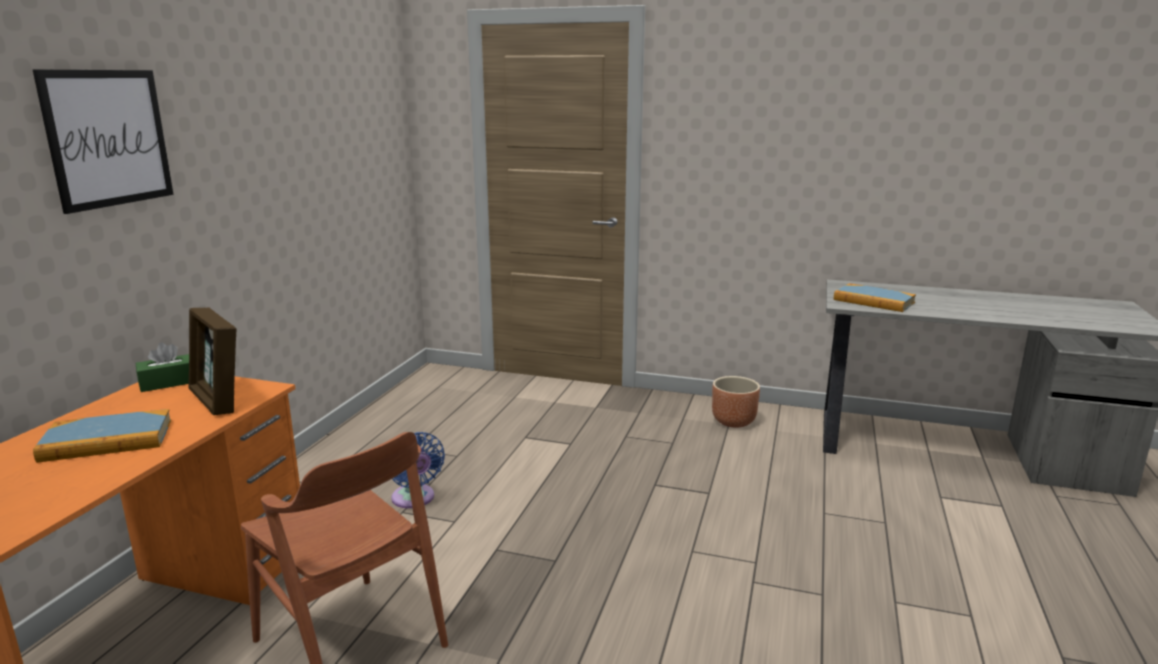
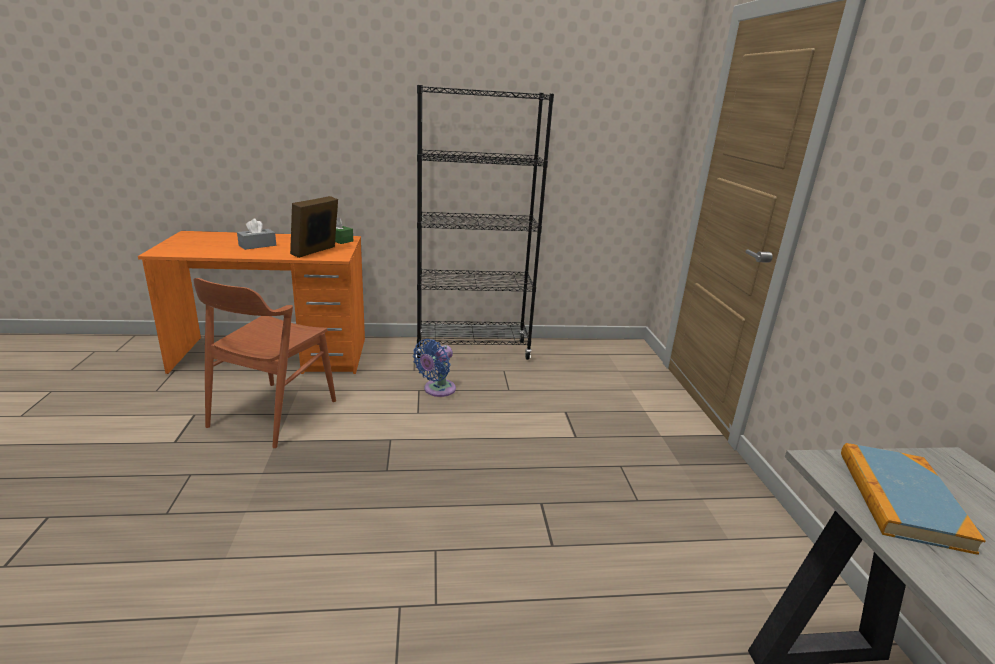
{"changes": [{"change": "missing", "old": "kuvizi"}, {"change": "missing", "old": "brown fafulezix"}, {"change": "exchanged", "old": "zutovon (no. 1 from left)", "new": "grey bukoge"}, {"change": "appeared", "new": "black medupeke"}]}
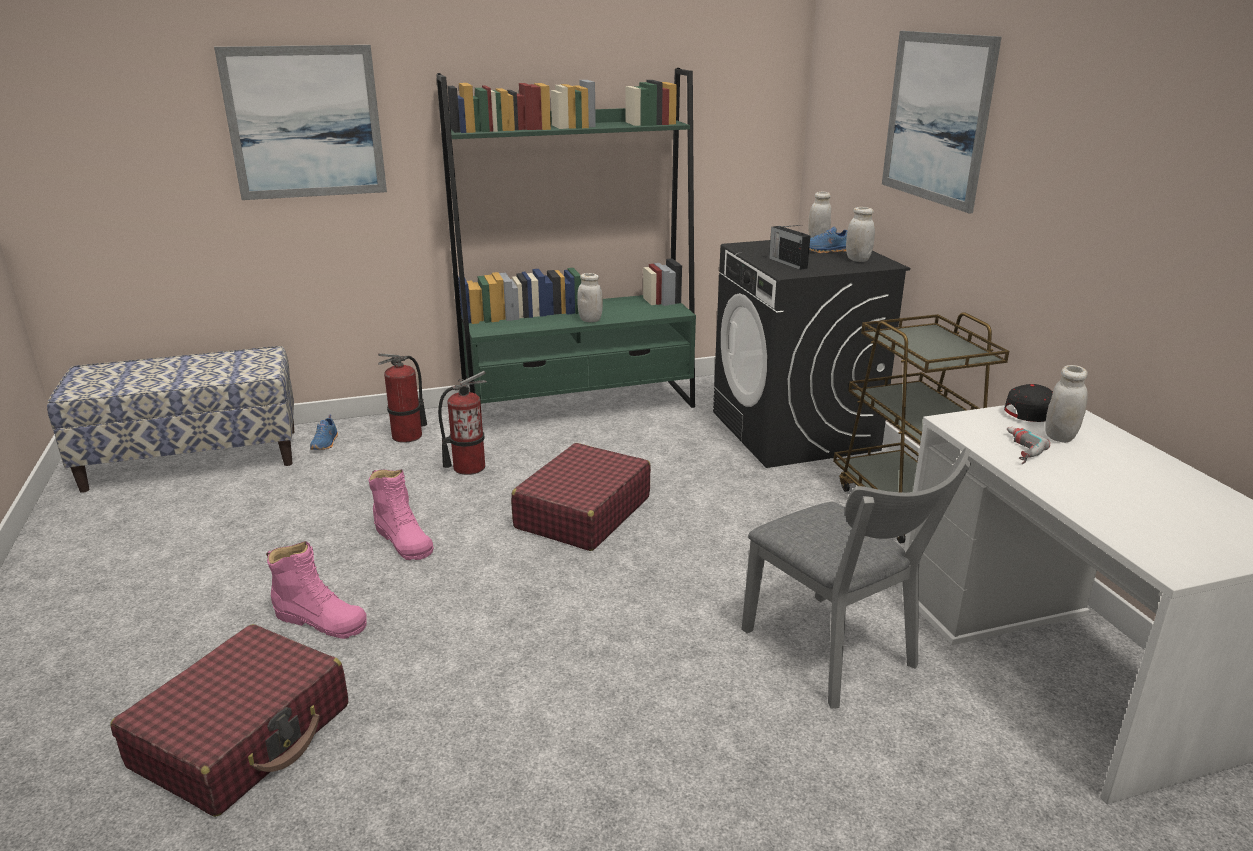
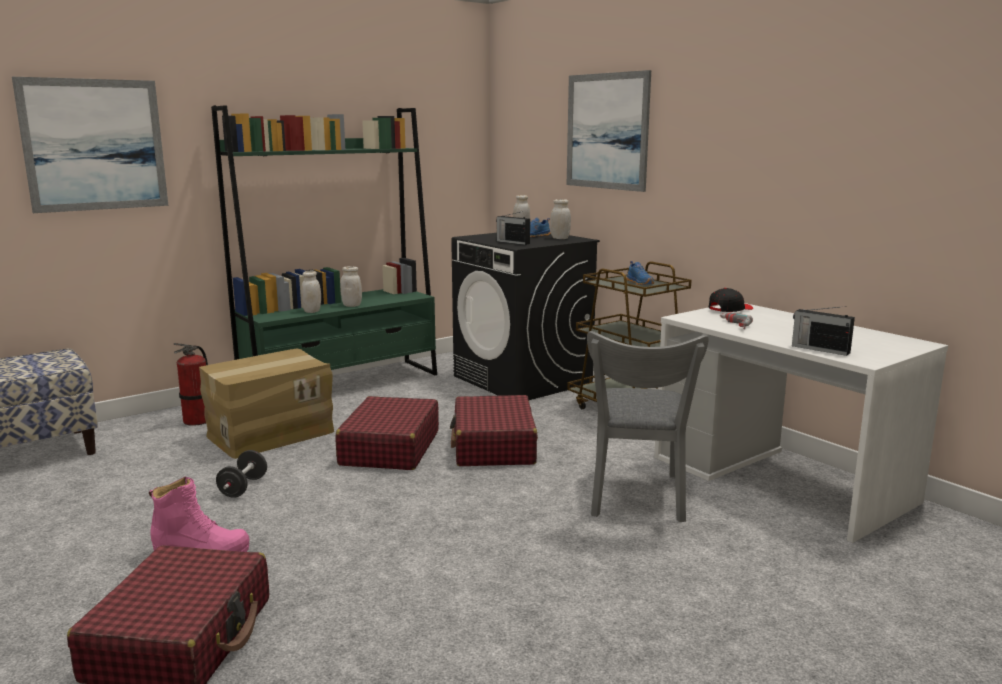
{"changes": [{"change": "relocated", "old": "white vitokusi (no. 4 from left in the first image)", "new": "white vitokusi (no. 1 from left)"}, {"change": "exchanged", "old": "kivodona (no. 2 from left)", "new": "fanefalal"}, {"change": "relocated", "old": "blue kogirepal (no. 1 from left in the first image)", "new": "blue kogirepal (no. 2 from left)"}, {"change": "spun", "old": "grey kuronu", "degrees": 60}, {"change": "exchanged", "old": "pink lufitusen (no. 2 from left)", "new": "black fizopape"}, {"change": "appeared", "new": "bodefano (no. 2 from left)"}, {"change": "appeared", "new": "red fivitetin (no. 3 from left)"}]}
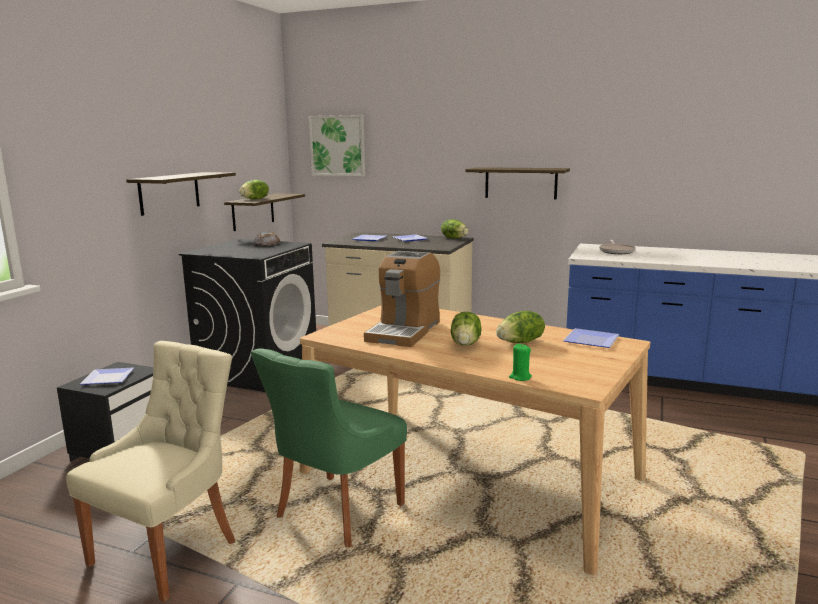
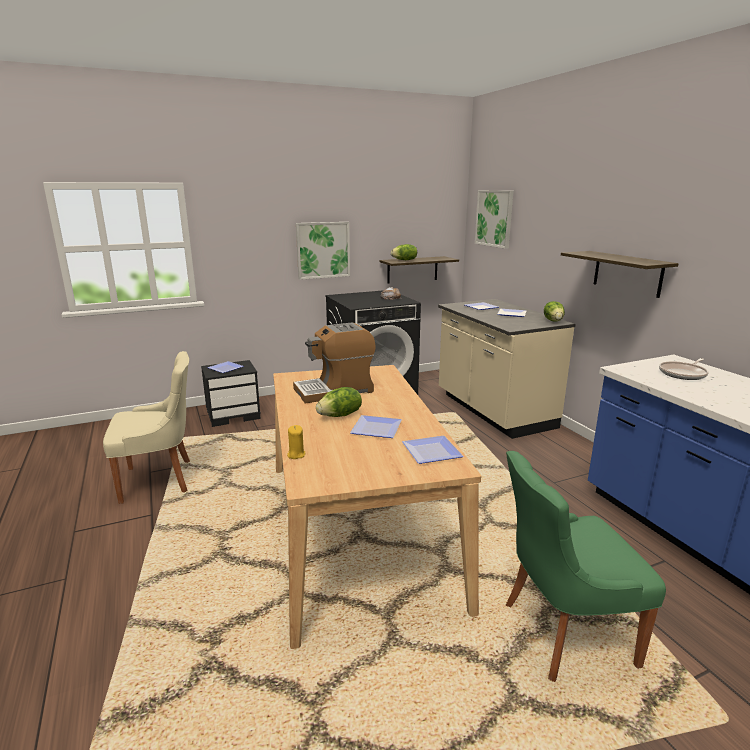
{"changes": [{"change": "exchanged", "old": "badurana (no. 1 from left)", "new": "kuvizi (no. 1 from left)"}, {"change": "exchanged", "old": "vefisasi (no. 4 from left)", "new": "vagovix (no. 2 from left)"}, {"change": "colour", "old": "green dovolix", "new": "yellow dovolix"}, {"change": "relocated", "old": "green kuronu"}]}
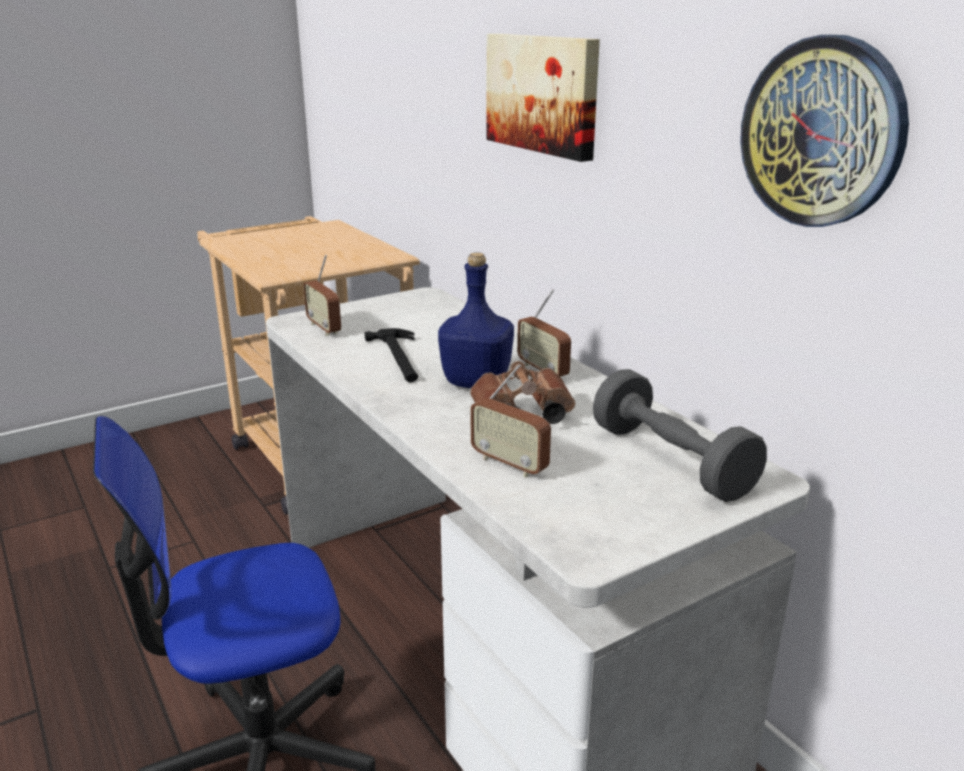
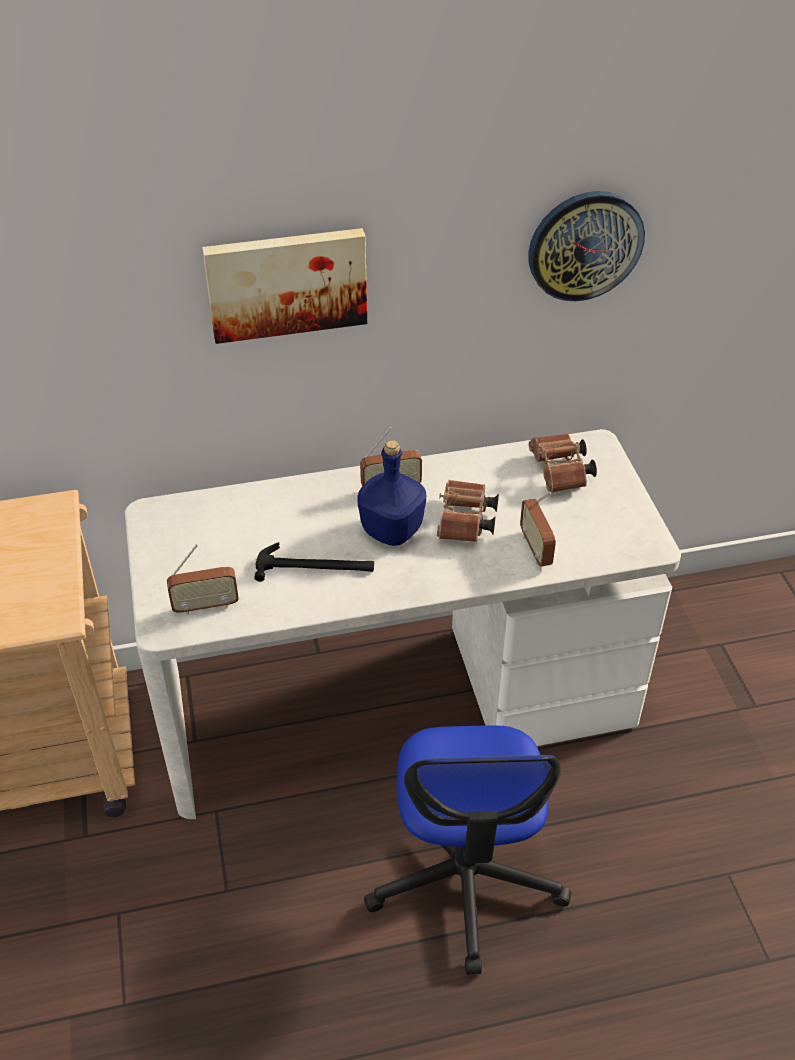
{"changes": [{"change": "spun", "old": "bodefano (no. 2 from left in the first image)", "degrees": 105}, {"change": "exchanged", "old": "grey fizopape", "new": "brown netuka (no. 2 from left)"}]}
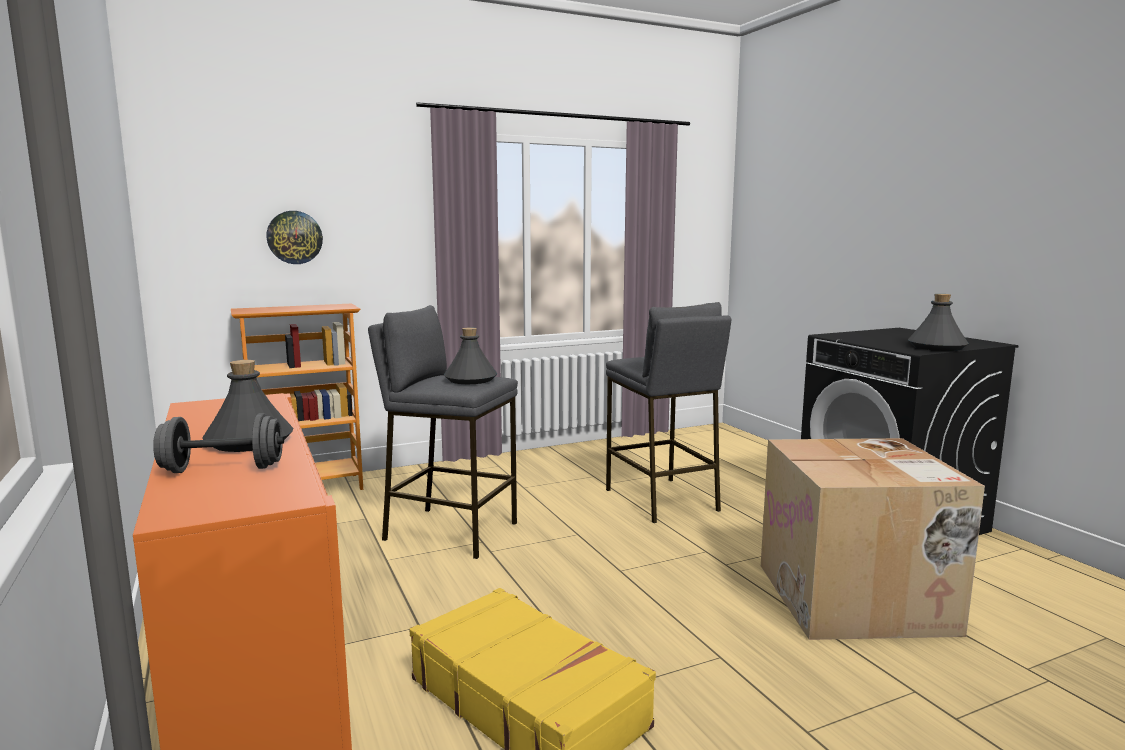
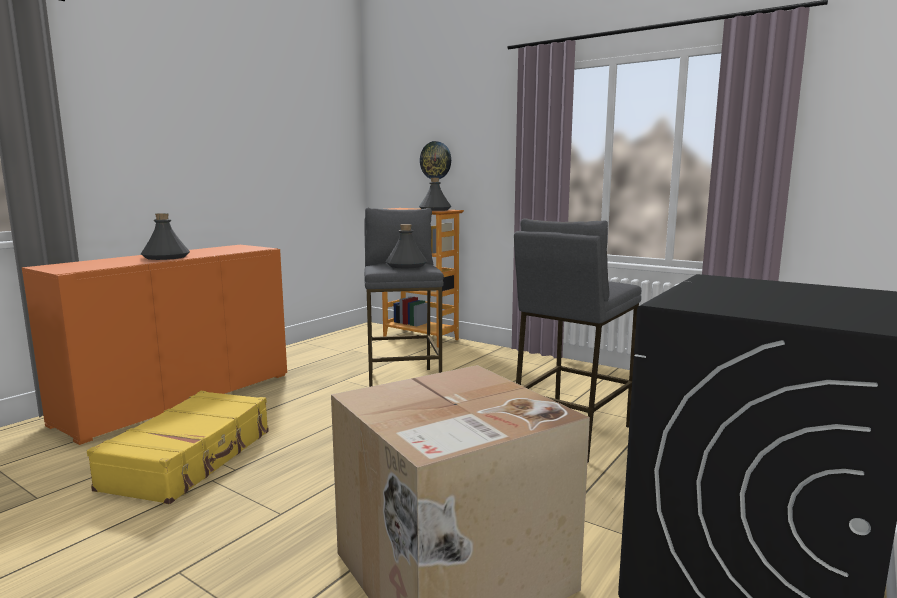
{"changes": [{"change": "relocated", "old": "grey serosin (no. 3 from left)"}, {"change": "missing", "old": "grey fizopape"}]}
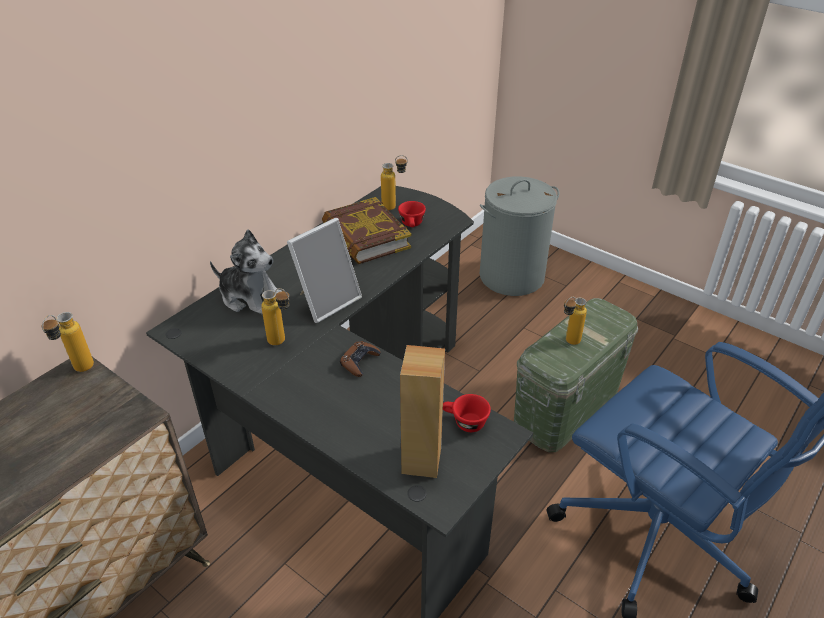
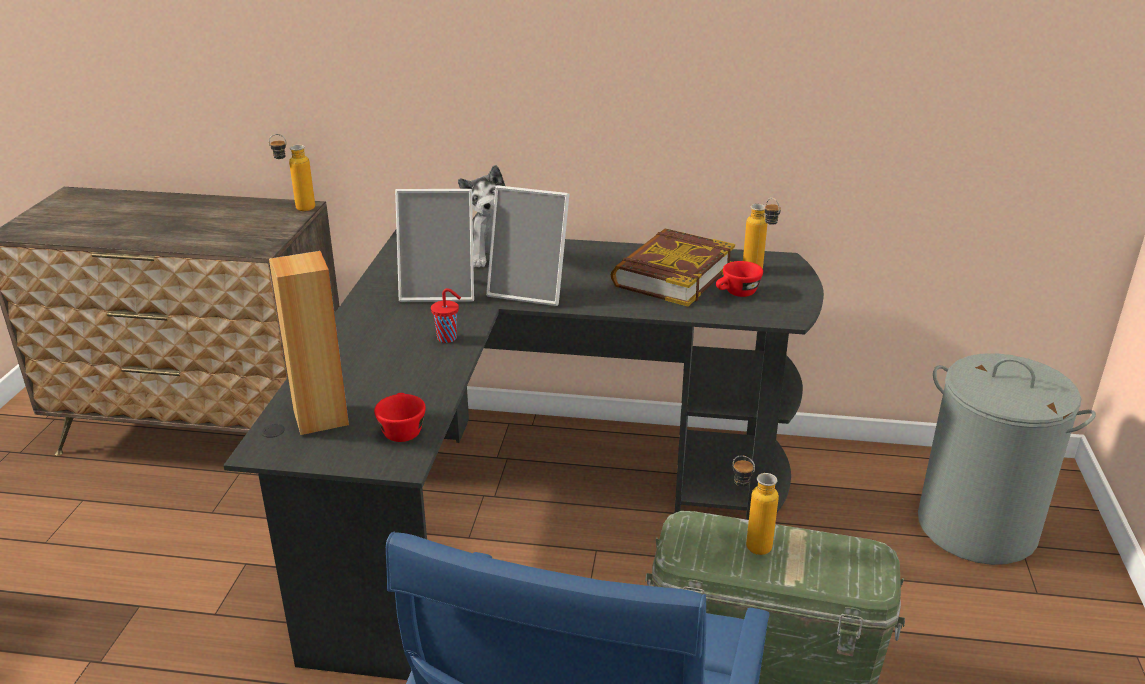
{"changes": [{"change": "exchanged", "old": "serosin (no. 2 from left)", "new": "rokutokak (no. 1 from left)"}, {"change": "exchanged", "old": "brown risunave", "new": "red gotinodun (no. 2 from left)"}]}
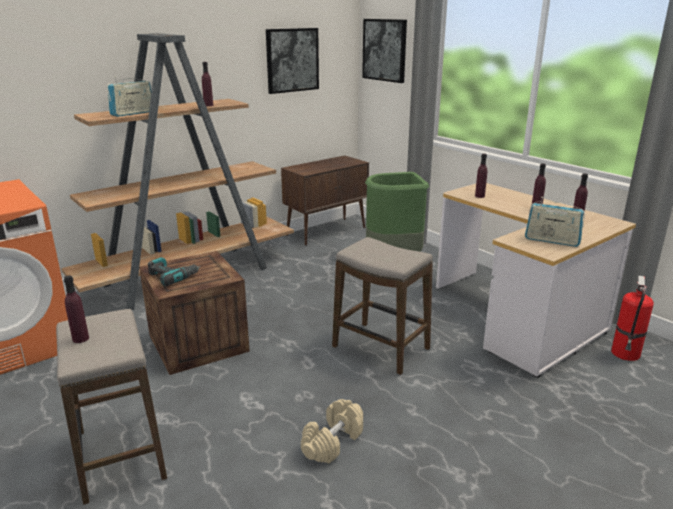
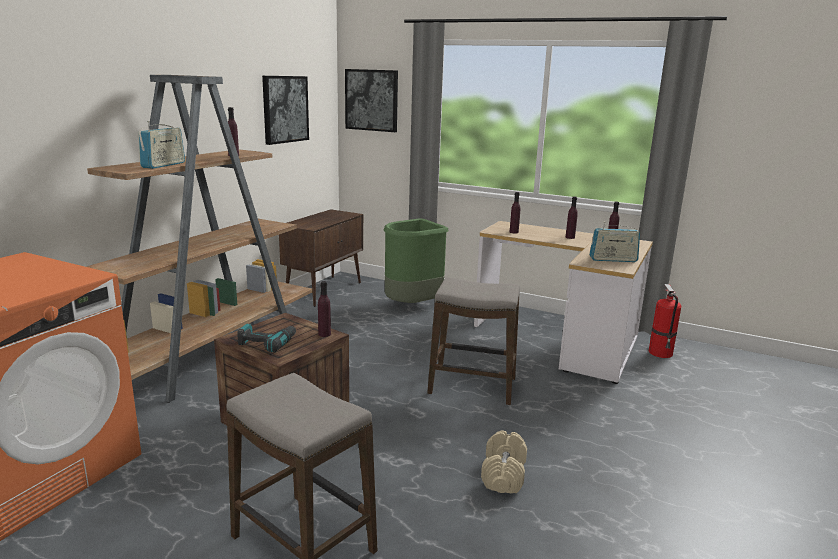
{"changes": [{"change": "relocated", "old": "purple serosin (no. 1 from left in the first image)", "new": "purple serosin (no. 2 from left)"}]}
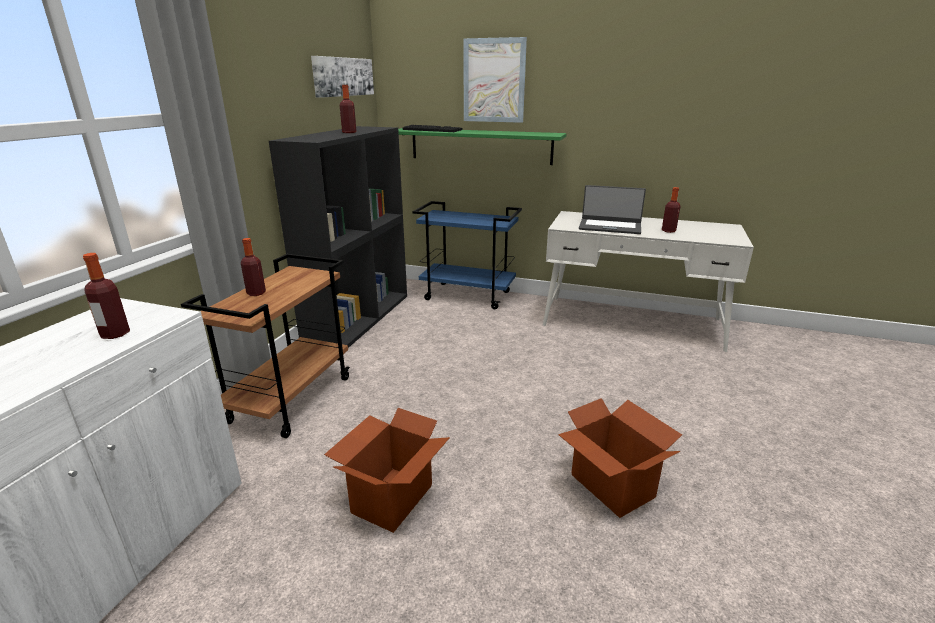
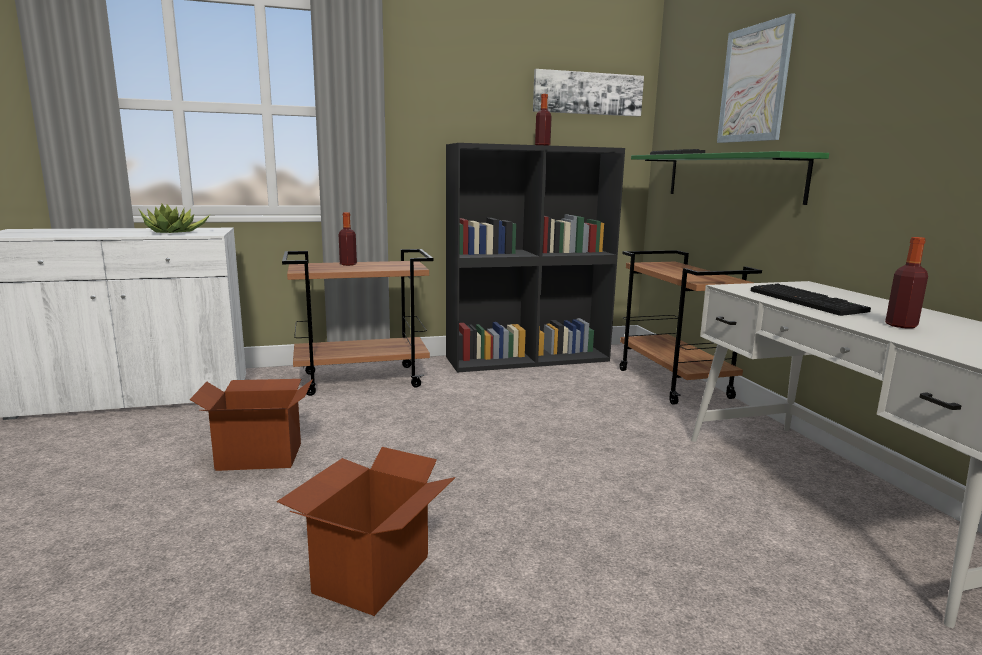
{"changes": [{"change": "exchanged", "old": "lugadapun", "new": "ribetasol (no. 2 from left)"}, {"change": "colour", "old": "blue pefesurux", "new": "brown pefesurux (no. 2 from left)"}, {"change": "exchanged", "old": "serosin (no. 1 from left)", "new": "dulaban"}]}
